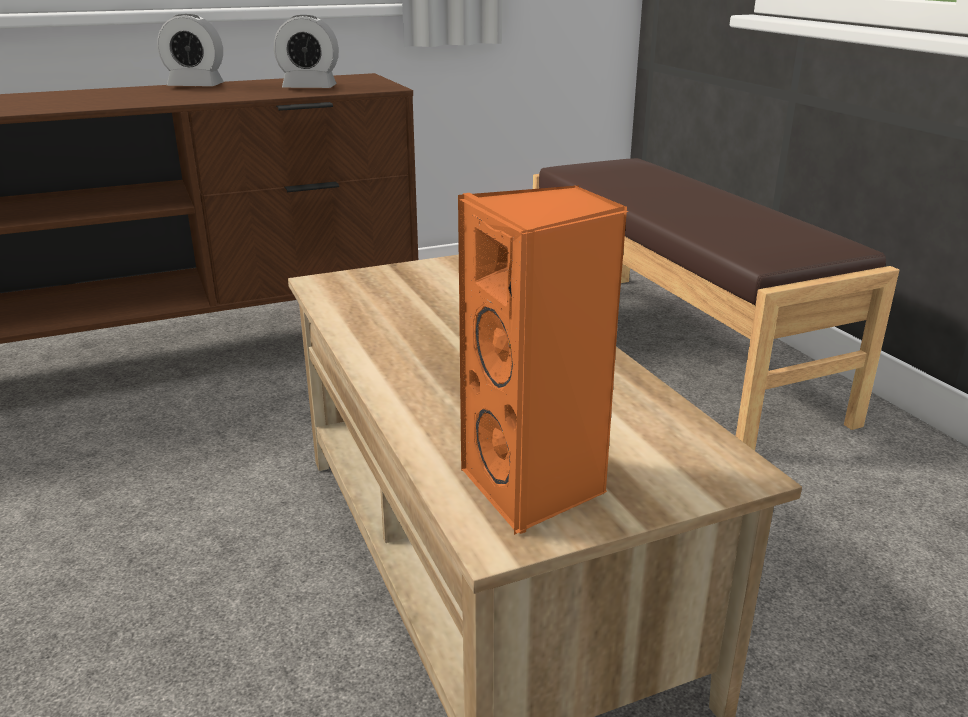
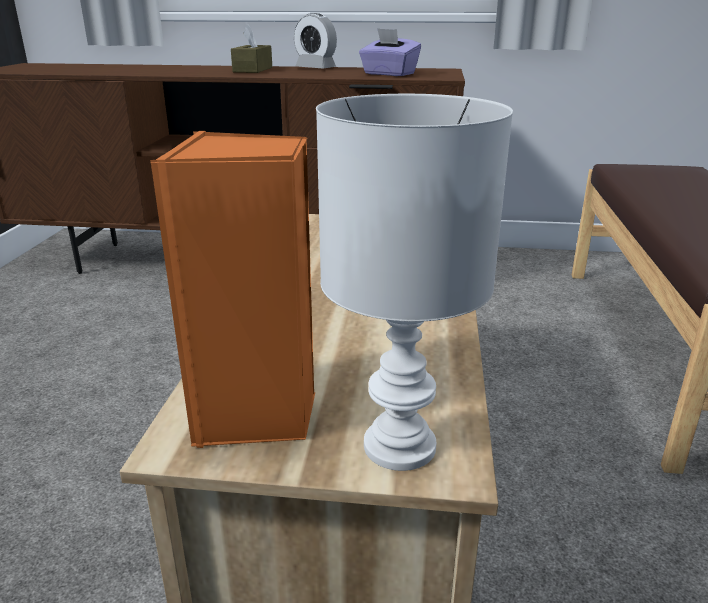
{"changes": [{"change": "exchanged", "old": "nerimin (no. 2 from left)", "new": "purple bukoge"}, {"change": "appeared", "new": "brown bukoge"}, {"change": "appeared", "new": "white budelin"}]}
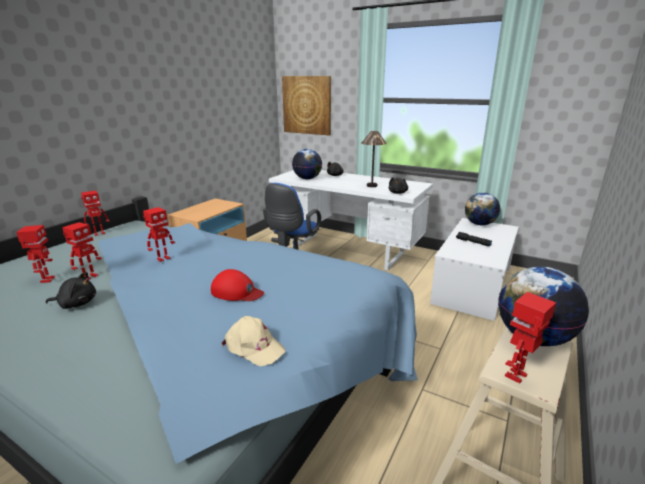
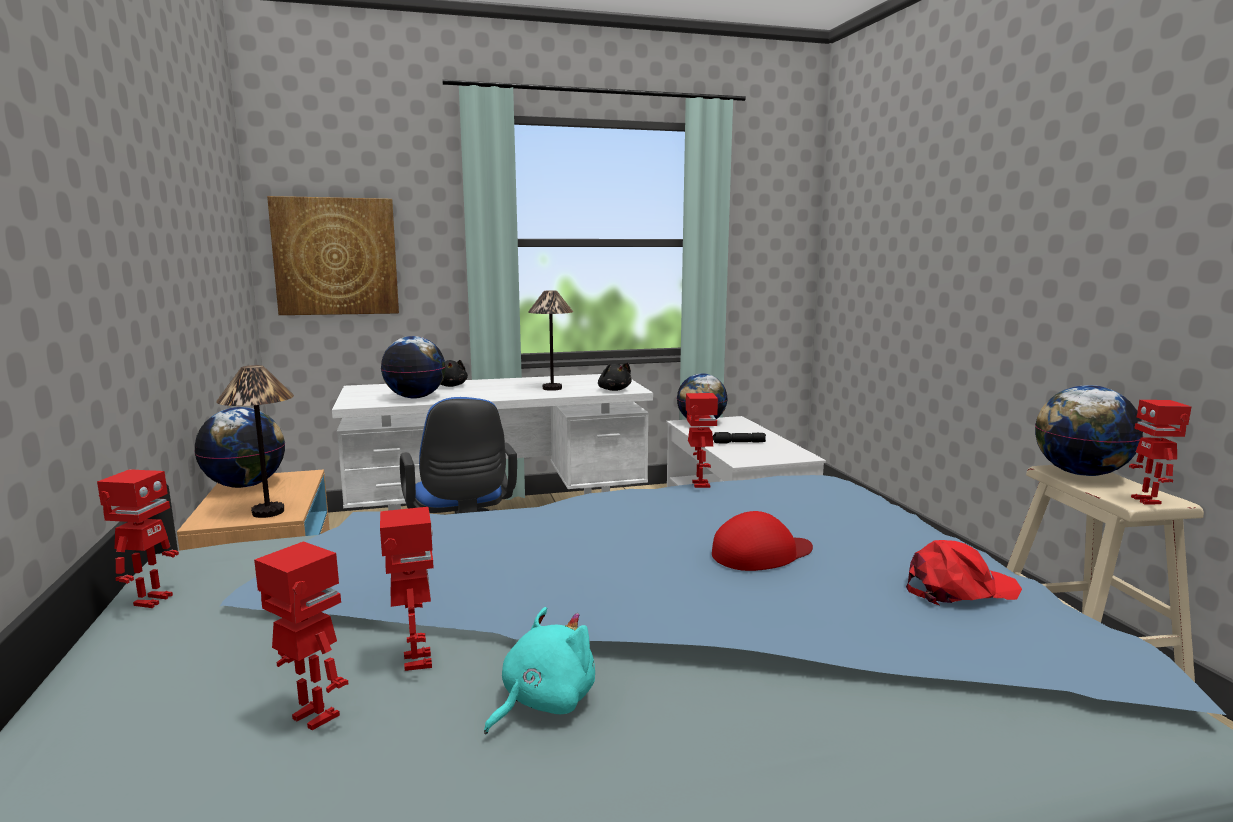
{"changes": [{"change": "relocated", "old": "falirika (no. 4 from left)"}, {"change": "colour", "old": "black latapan (no. 1 from left)", "new": "turquoise latapan"}, {"change": "colour", "old": "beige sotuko", "new": "red sotuko (no. 2 from left)"}, {"change": "appeared", "new": "budelin (no. 1 from left)"}, {"change": "appeared", "new": "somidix (no. 1 from left)"}]}
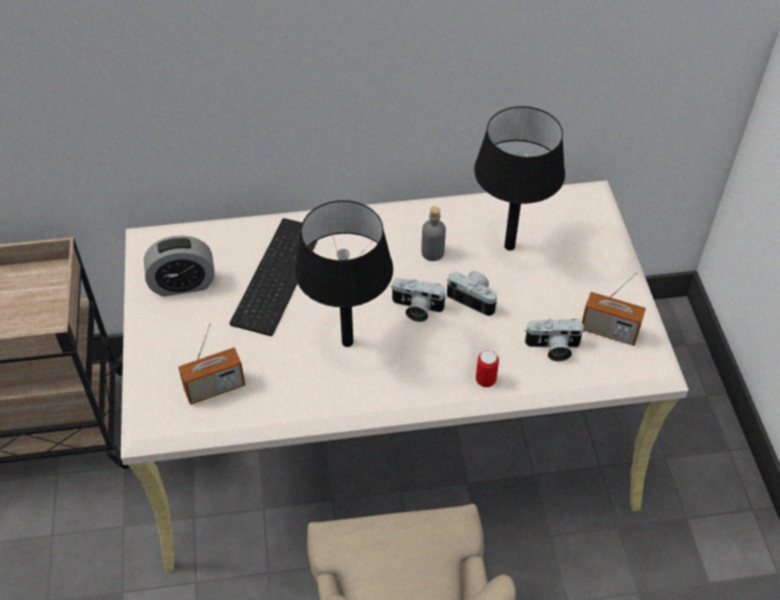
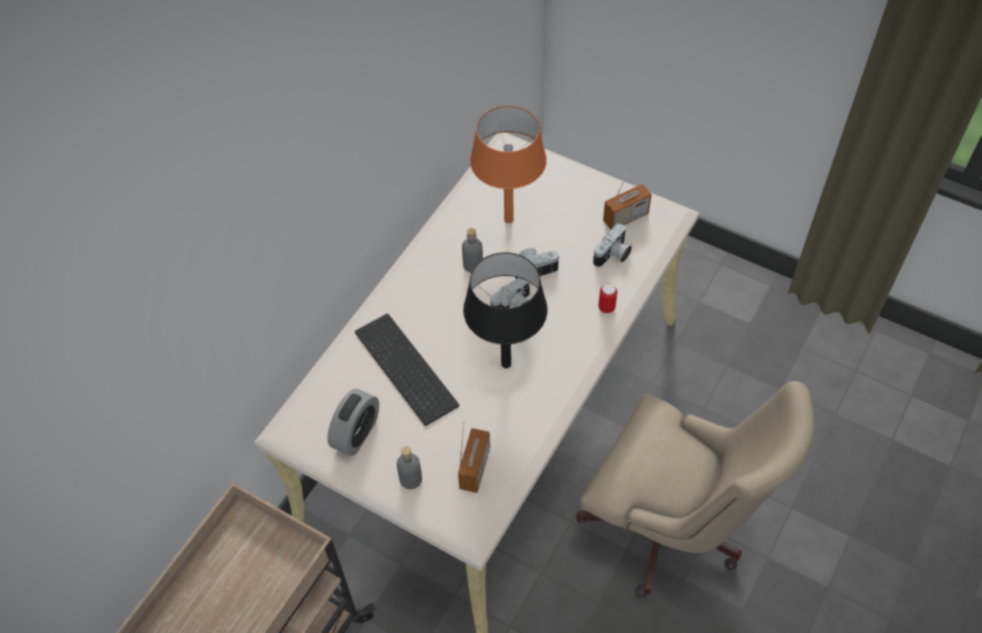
{"changes": [{"change": "colour", "old": "black budelin (no. 2 from left)", "new": "orange budelin"}, {"change": "appeared", "new": "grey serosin (no. 1 from left)"}]}
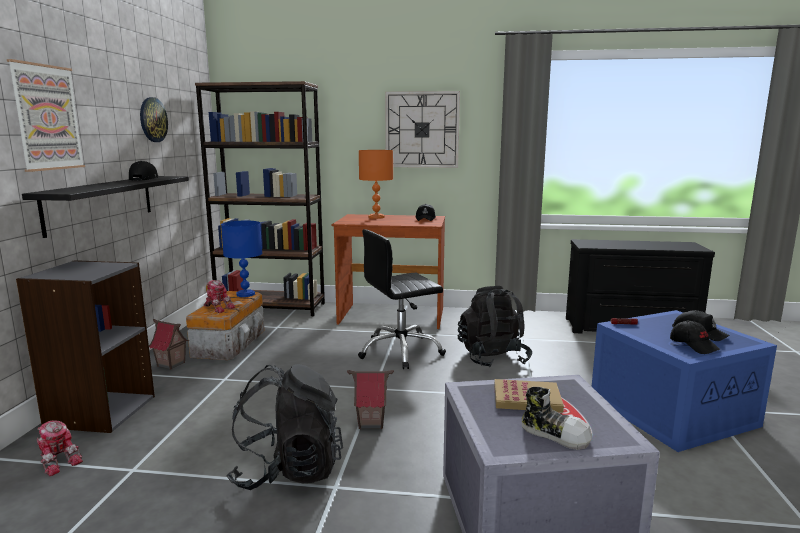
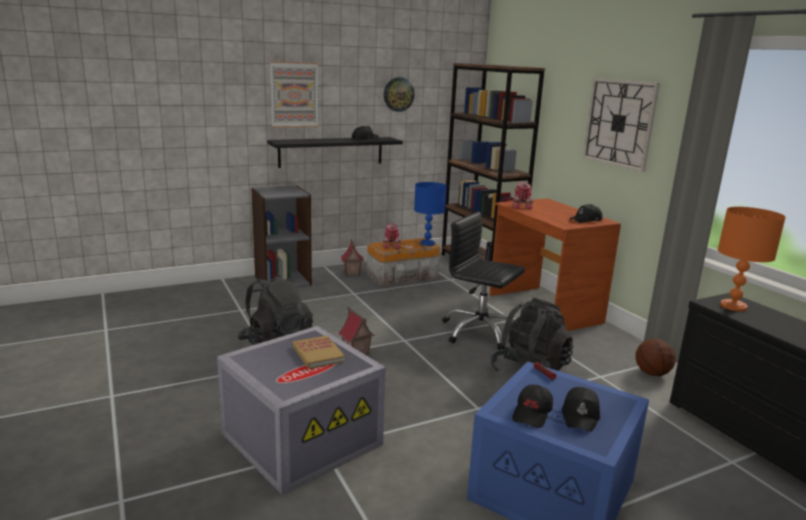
{"changes": [{"change": "relocated", "old": "orange budelin"}, {"change": "missing", "old": "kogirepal"}, {"change": "relocated", "old": "falirika (no. 1 from left in the first image)", "new": "falirika (no. 2 from left)"}, {"change": "appeared", "new": "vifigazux"}]}
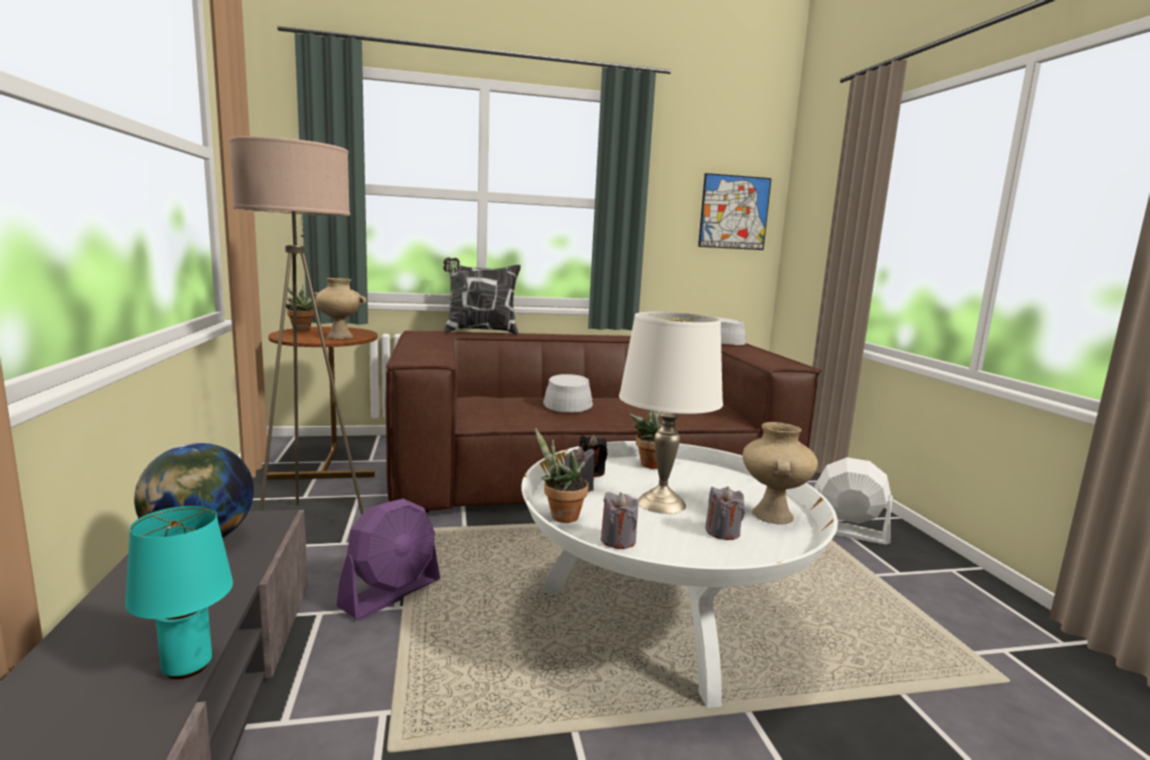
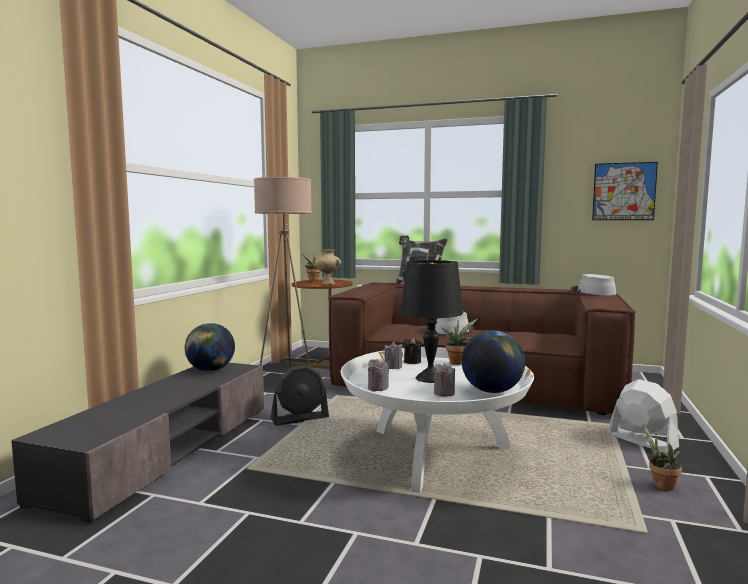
{"changes": [{"change": "colour", "old": "white budelin", "new": "black budelin"}, {"change": "exchanged", "old": "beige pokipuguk (no. 2 from left)", "new": "somidix (no. 2 from left)"}, {"change": "relocated", "old": "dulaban (no. 2 from left in the first image)", "new": "dulaban (no. 3 from left)"}, {"change": "colour", "old": "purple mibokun", "new": "black mibokun"}, {"change": "missing", "old": "turquoise budelin"}]}
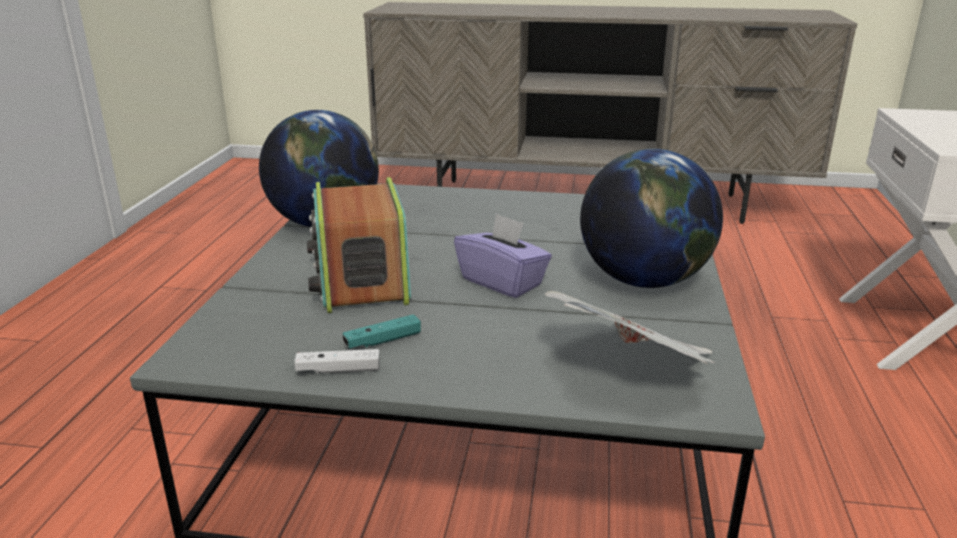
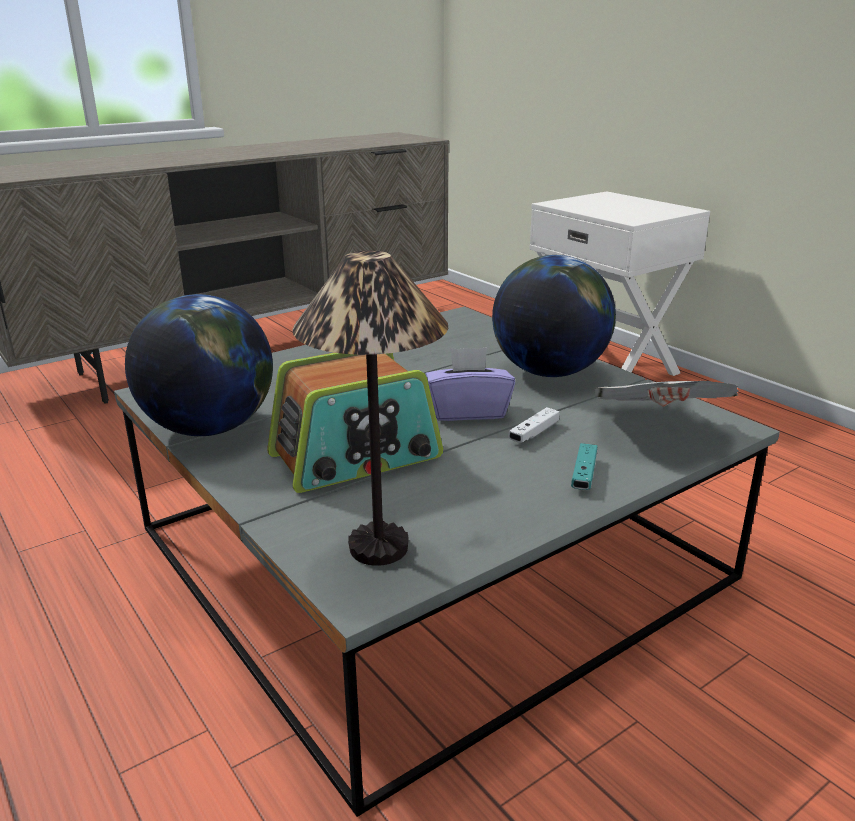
{"changes": [{"change": "spun", "old": "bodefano", "degrees": -60}, {"change": "relocated", "old": "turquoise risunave"}, {"change": "relocated", "old": "white risunave"}, {"change": "appeared", "new": "budelin"}]}
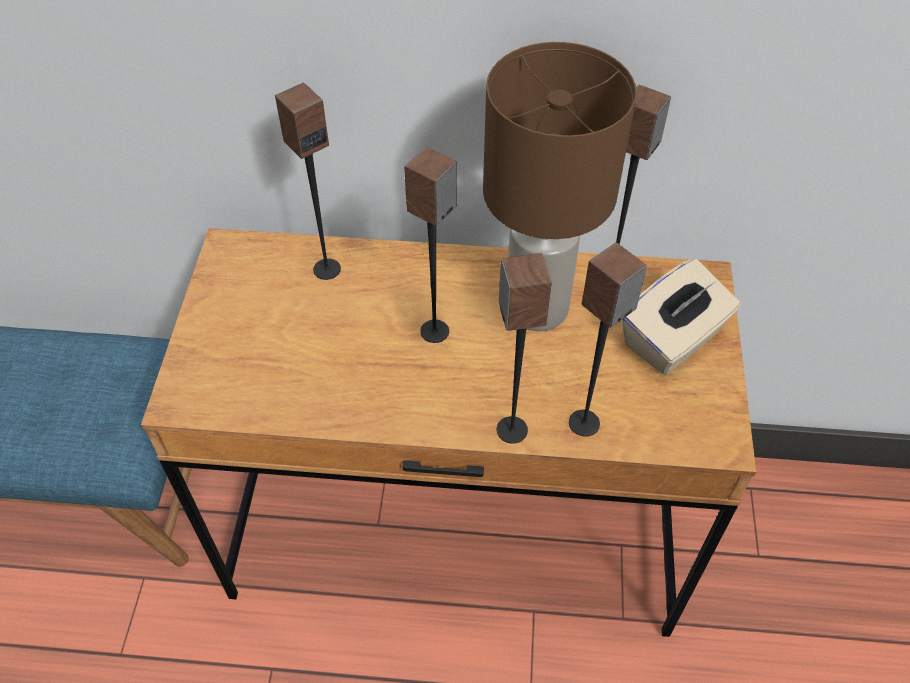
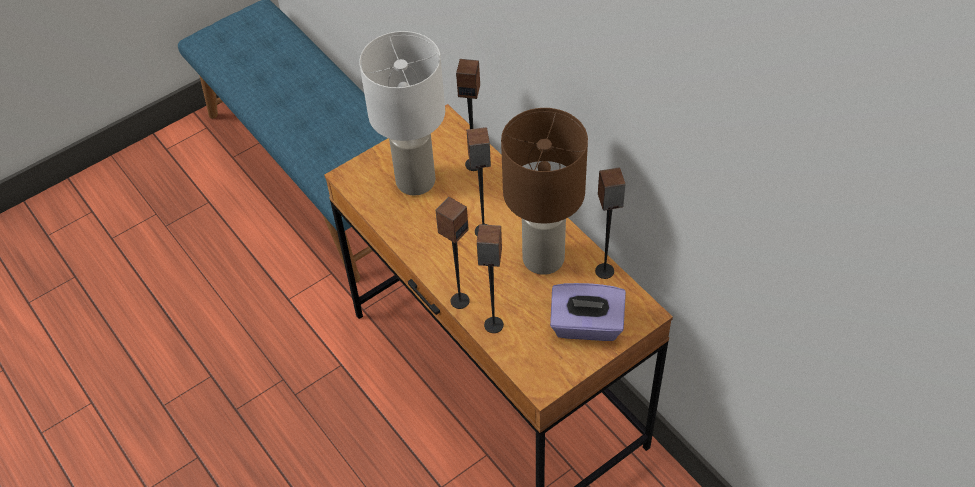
{"changes": [{"change": "colour", "old": "beige bukoge", "new": "purple bukoge"}, {"change": "appeared", "new": "white budelin"}]}
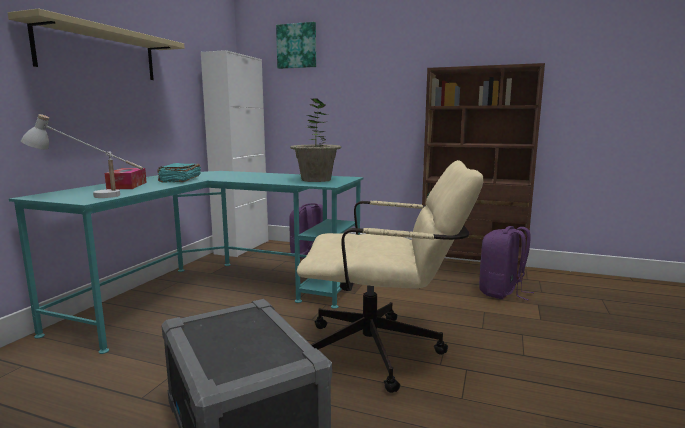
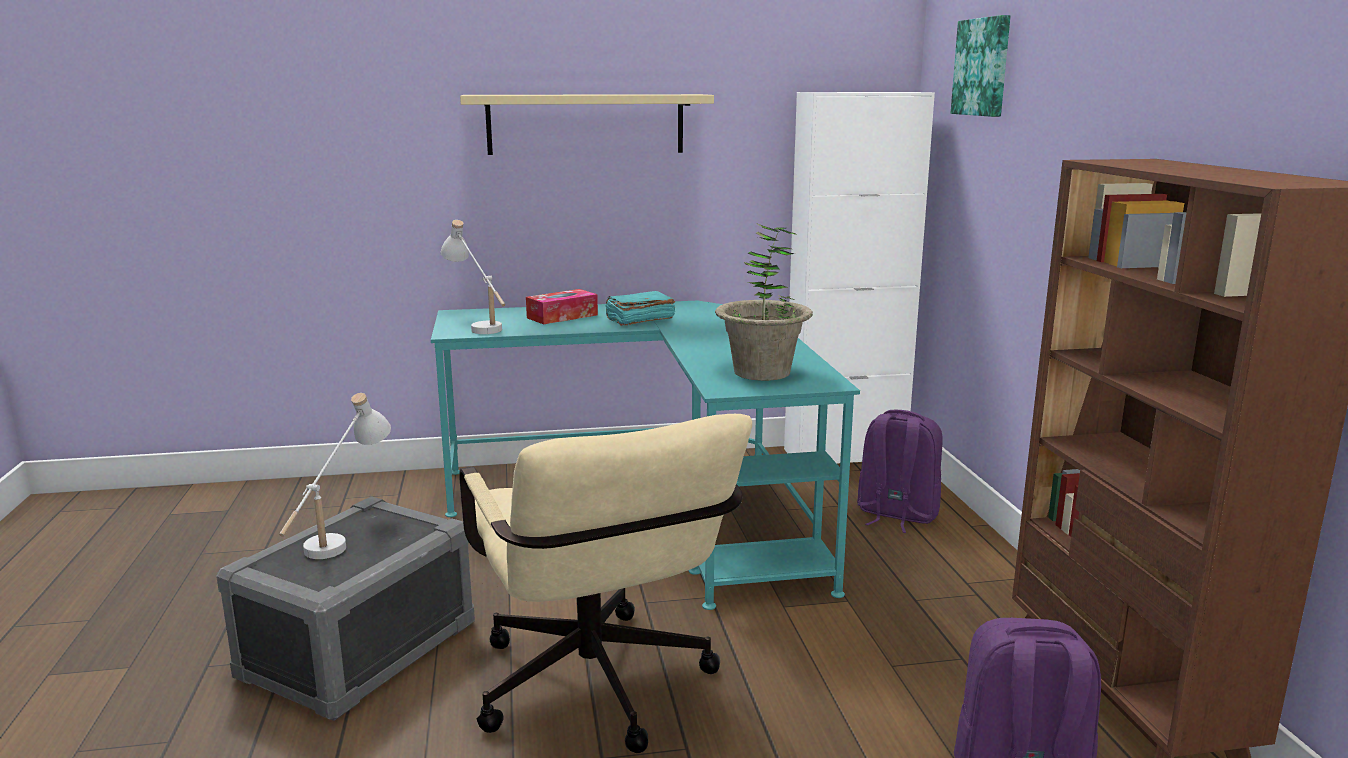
{"changes": [{"change": "appeared", "new": "white budelin (no. 1 from left)"}]}
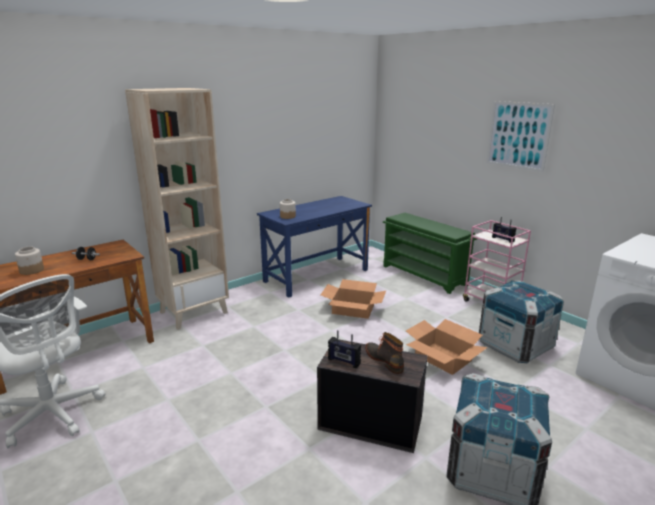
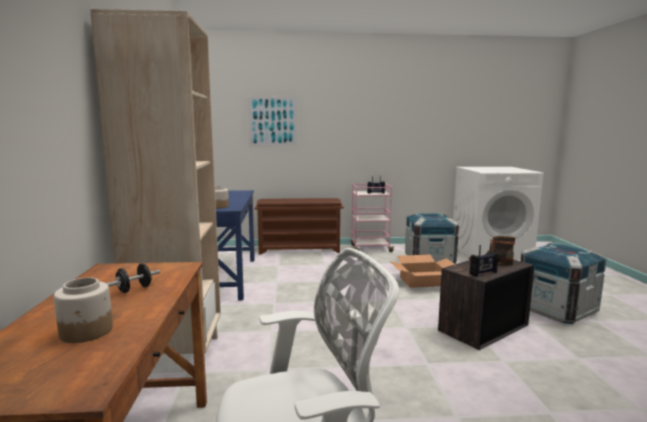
{"changes": [{"change": "relocated", "old": "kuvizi"}, {"change": "colour", "old": "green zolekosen", "new": "brown zolekosen"}, {"change": "missing", "old": "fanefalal (no. 1 from left)"}]}
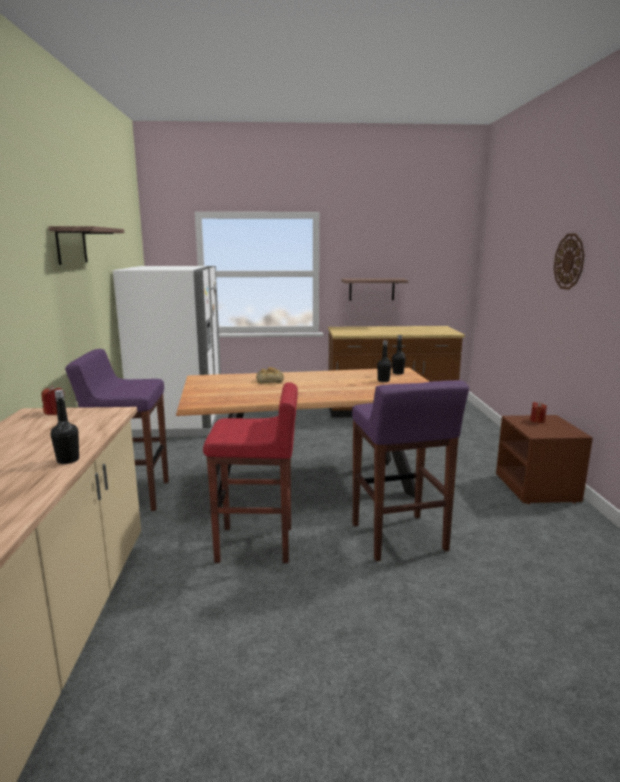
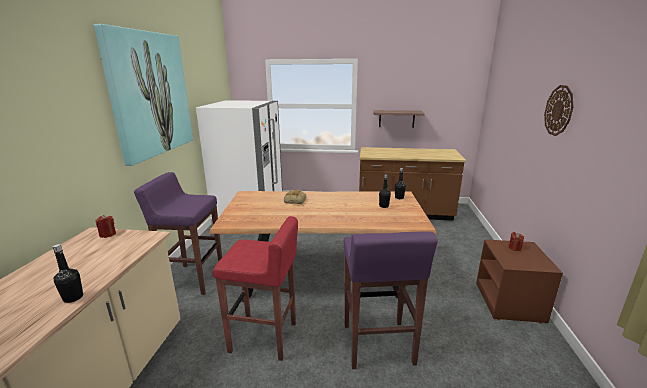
{"changes": [{"change": "exchanged", "old": "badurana (no. 1 from left)", "new": "kuvizi"}]}
